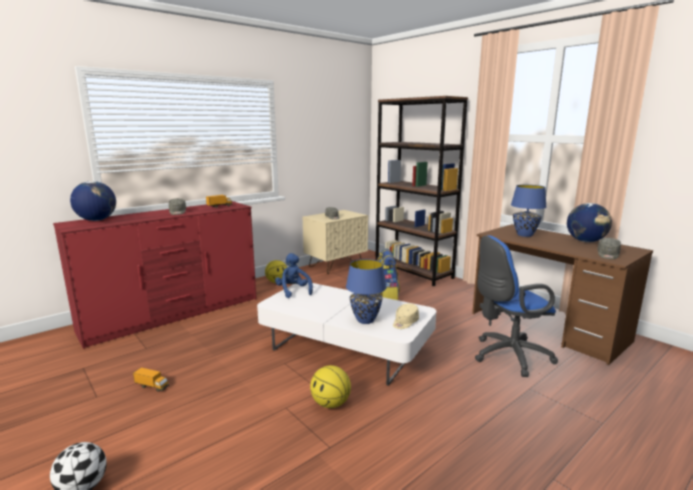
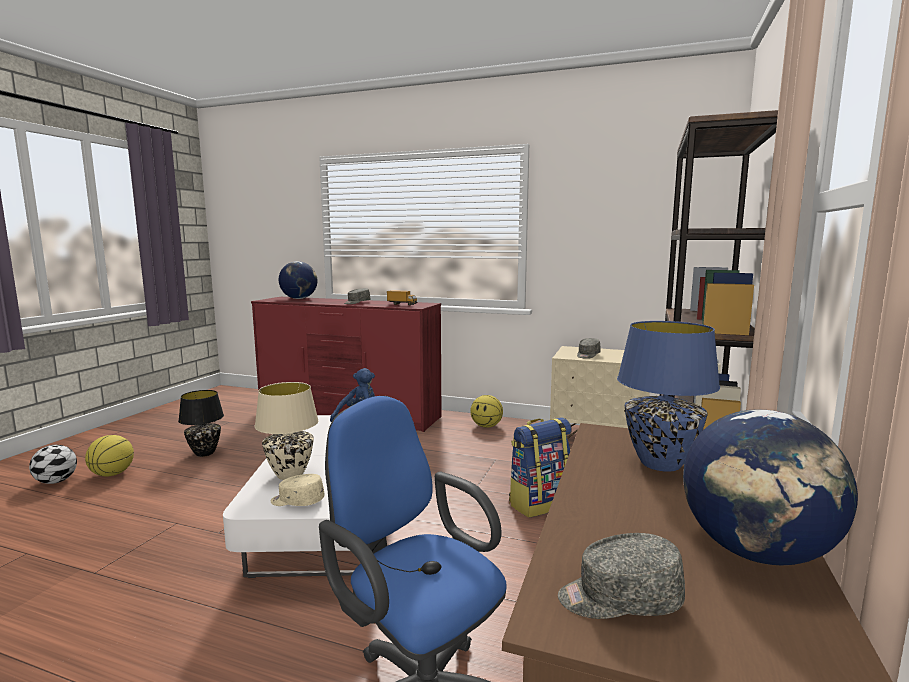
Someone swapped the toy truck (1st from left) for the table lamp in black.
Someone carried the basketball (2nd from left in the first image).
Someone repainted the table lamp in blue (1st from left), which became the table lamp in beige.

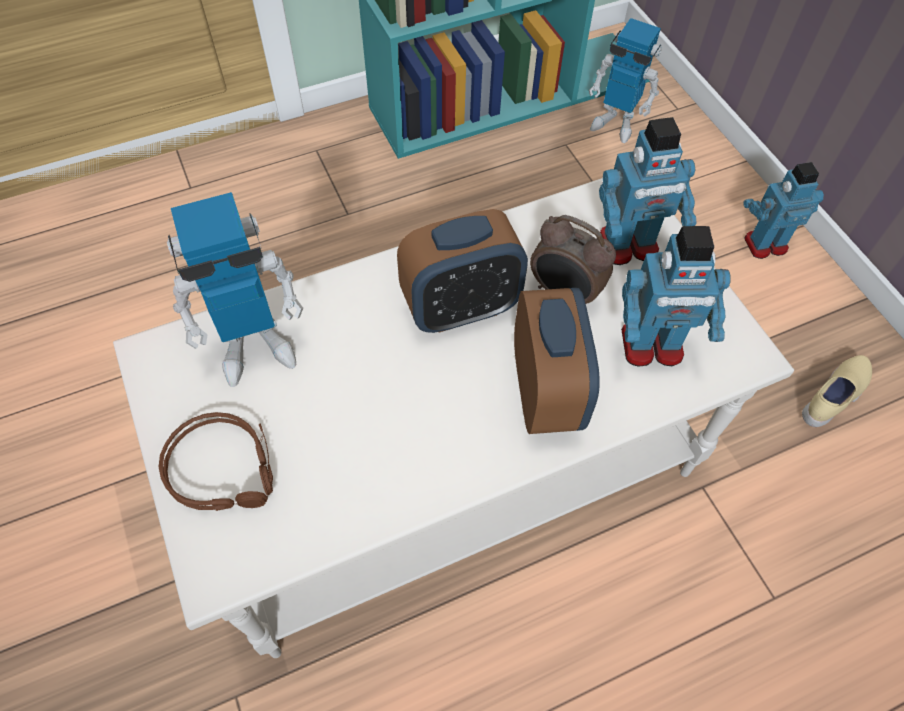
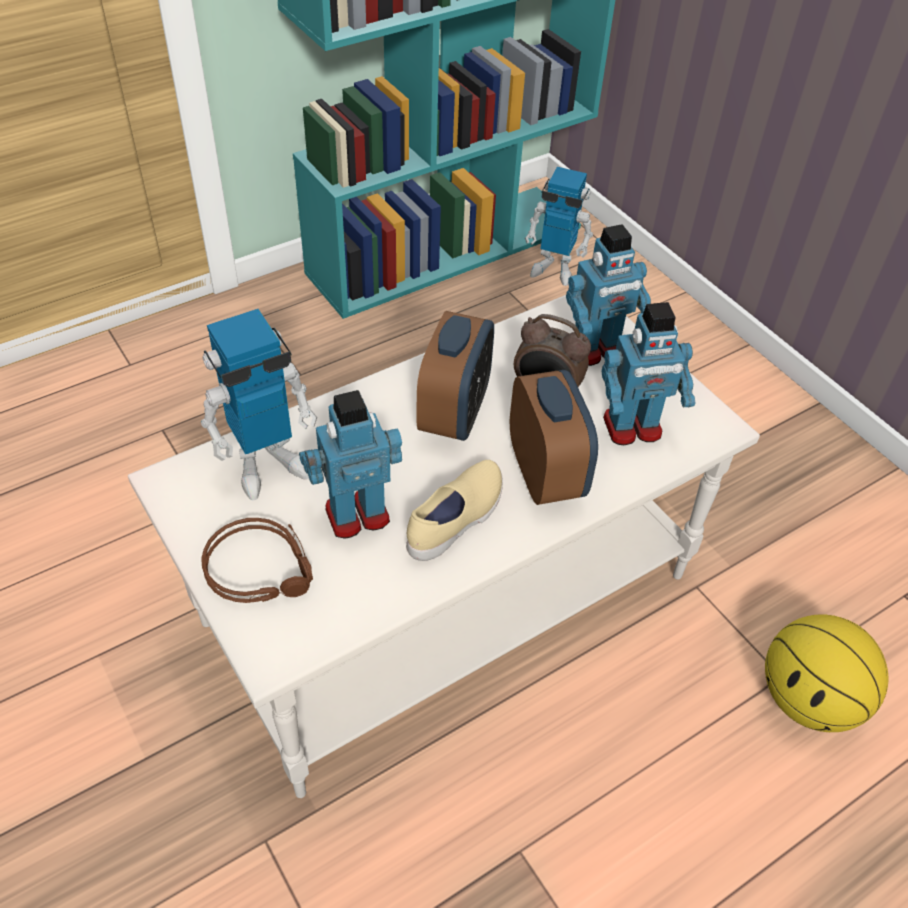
Someone rotated the alarm clock (1st from left) by 45 degrees counterclockwise.
Someone carried the toy robot (5th from left in the first image).
Someone carried the shoe in beige.
Someone put down the basketball.

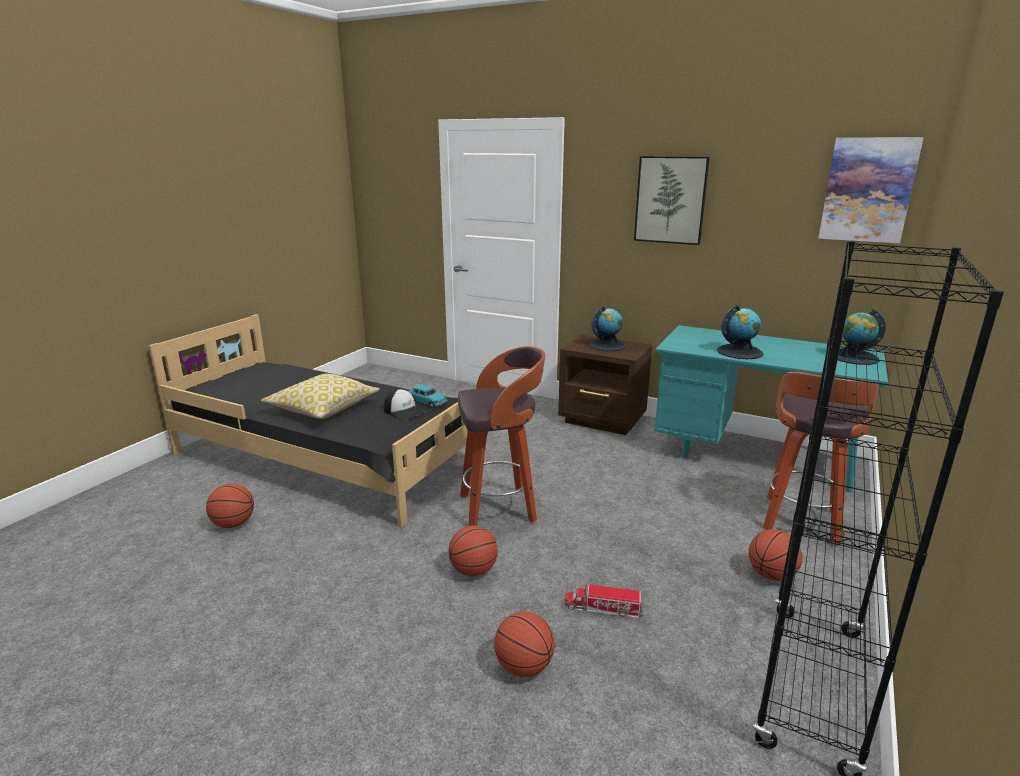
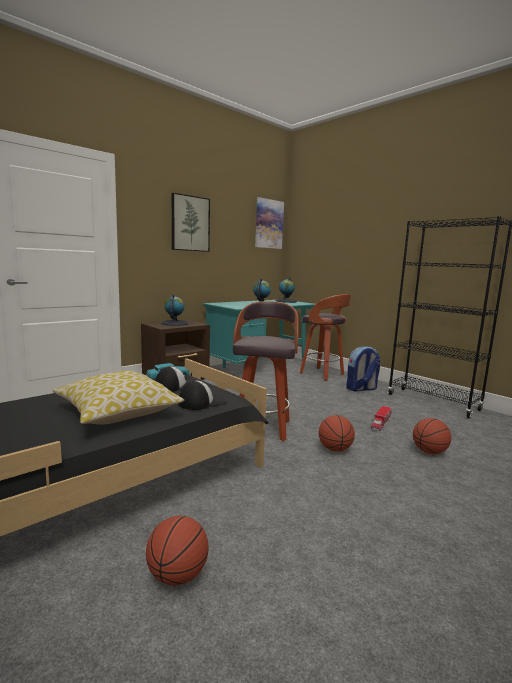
Someone swapped the basketball (4th from left) for the backpack.
Someone put down the cap (2nd from left).

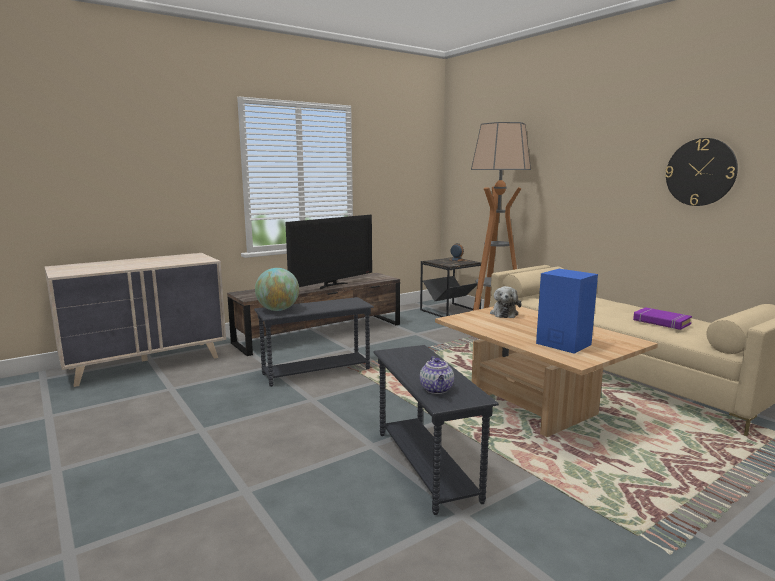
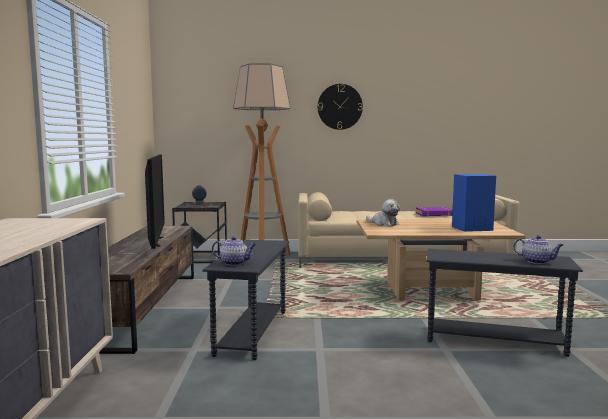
Someone swapped the globe for the teapot (1st from left).
Someone carried the wall clock.

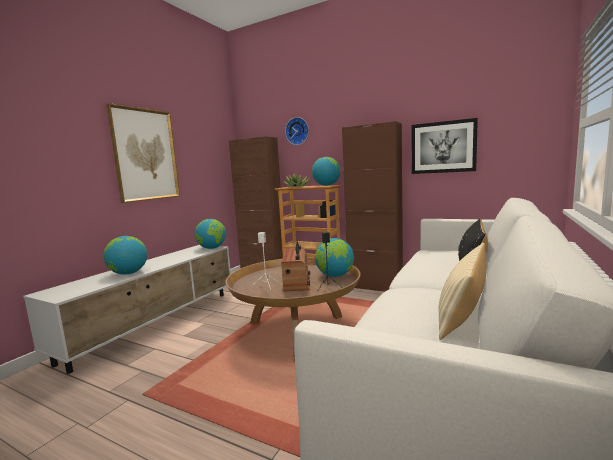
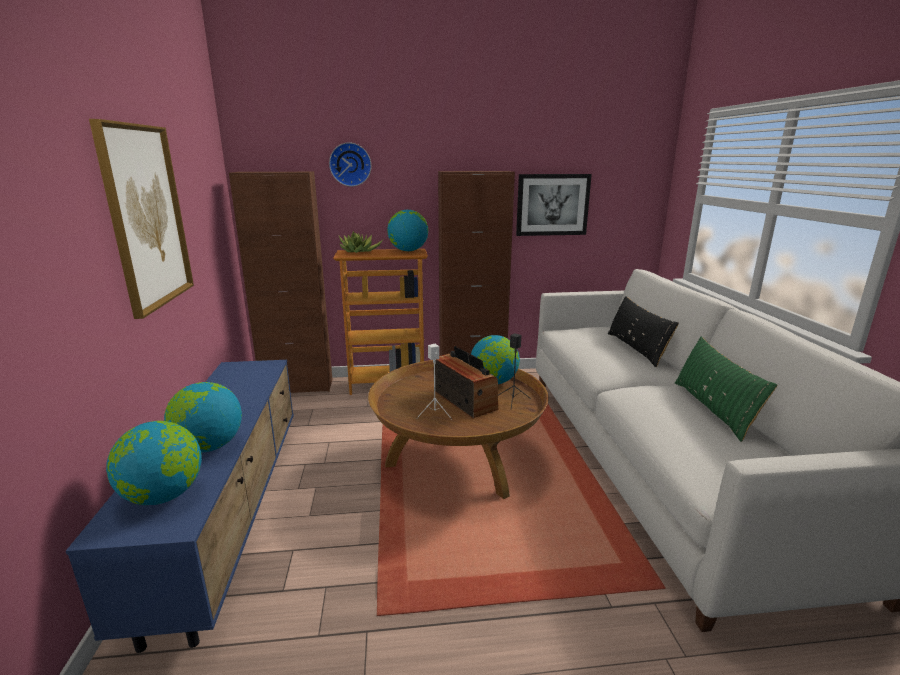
Someone repainted the tv stand in white, which became the tv stand in blue.
Someone carried the globe (2nd from left in the first image).
Someone repainted the pillow in beige, which became the pillow in green.

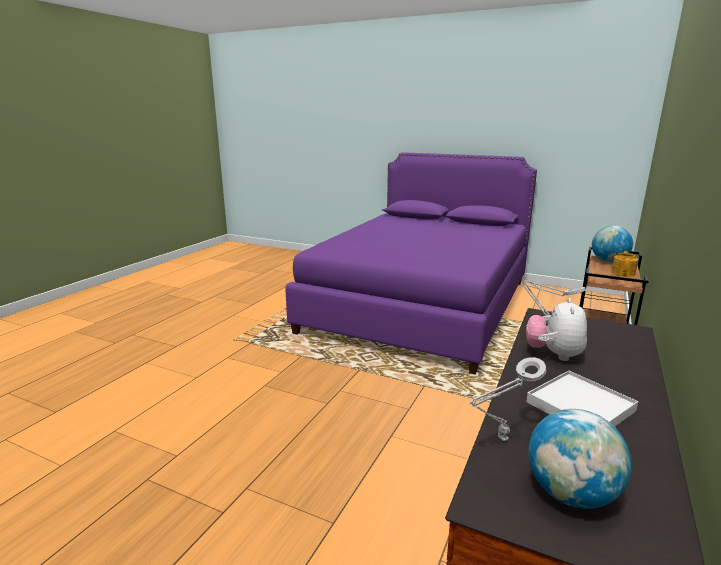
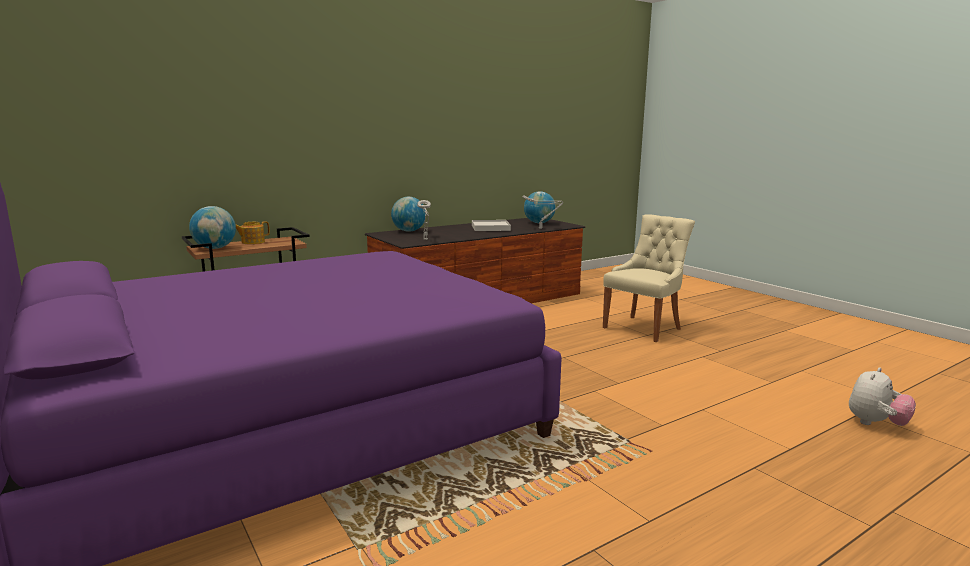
Someone carried the plush toy.
Someone put down the globe (2nd from left).
Someone put down the chair in beige.

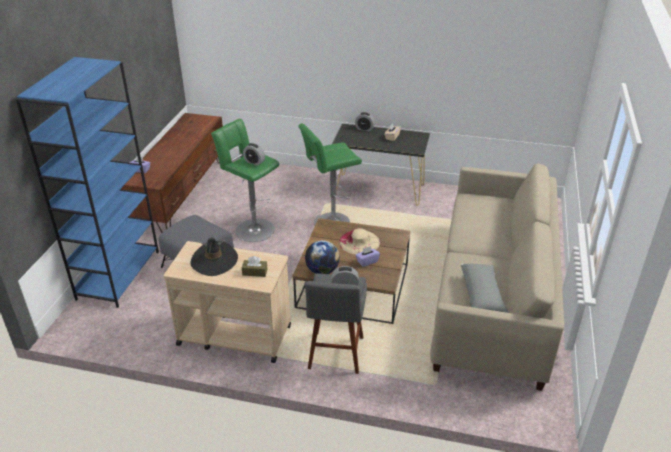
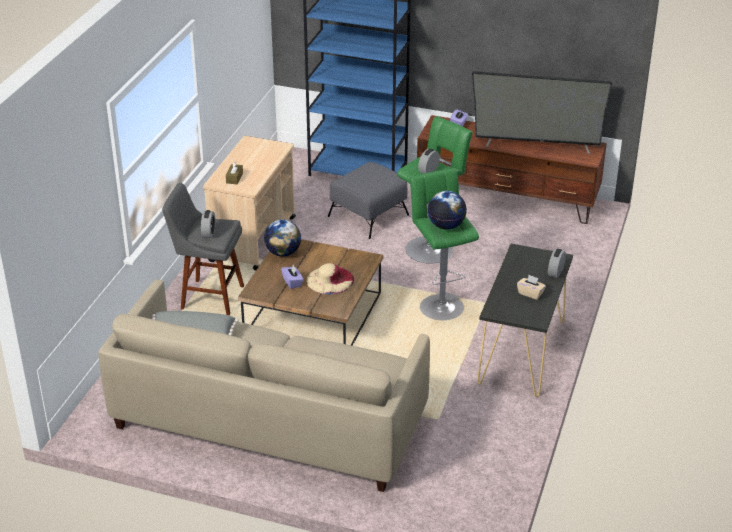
Someone took away the hat in black.
Someone put down the globe (2nd from left).
Someone put down the television.

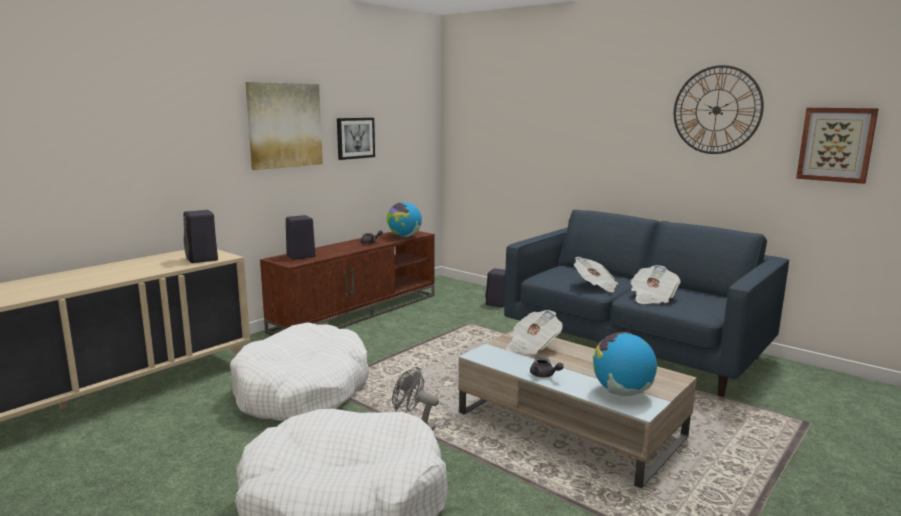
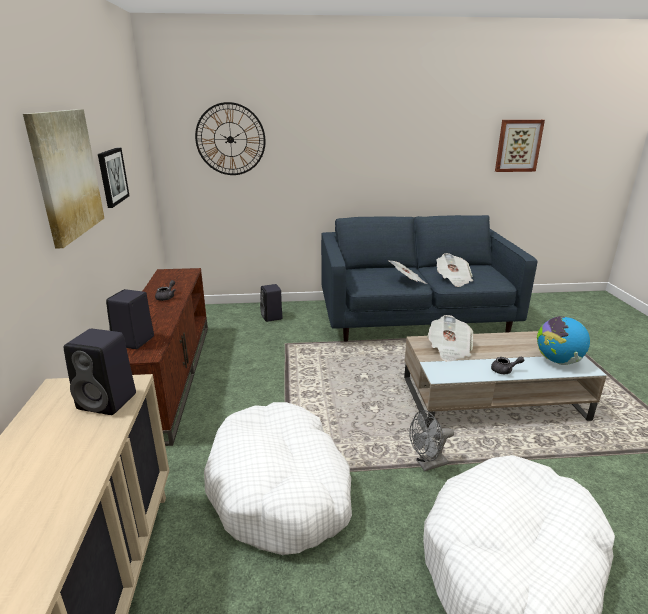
Someone took away the globe (1st from left).
Someone carried the wall clock.

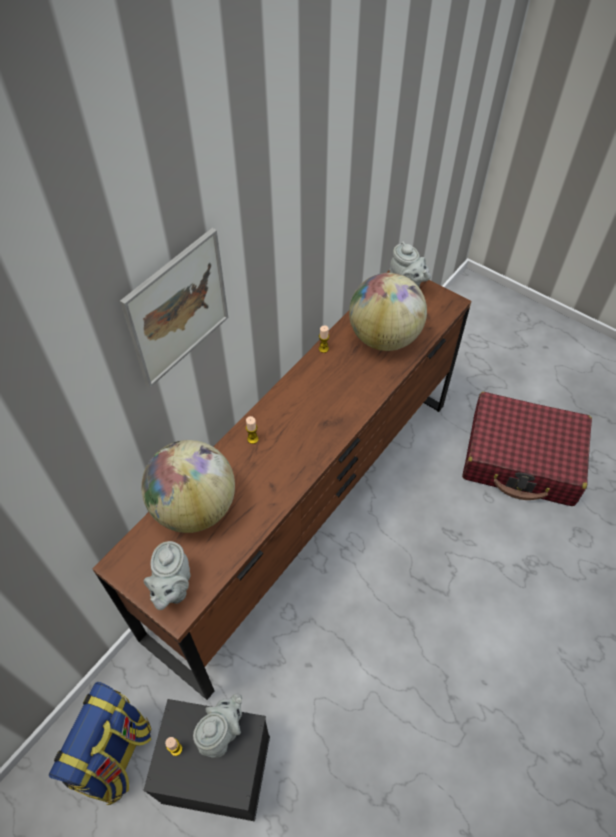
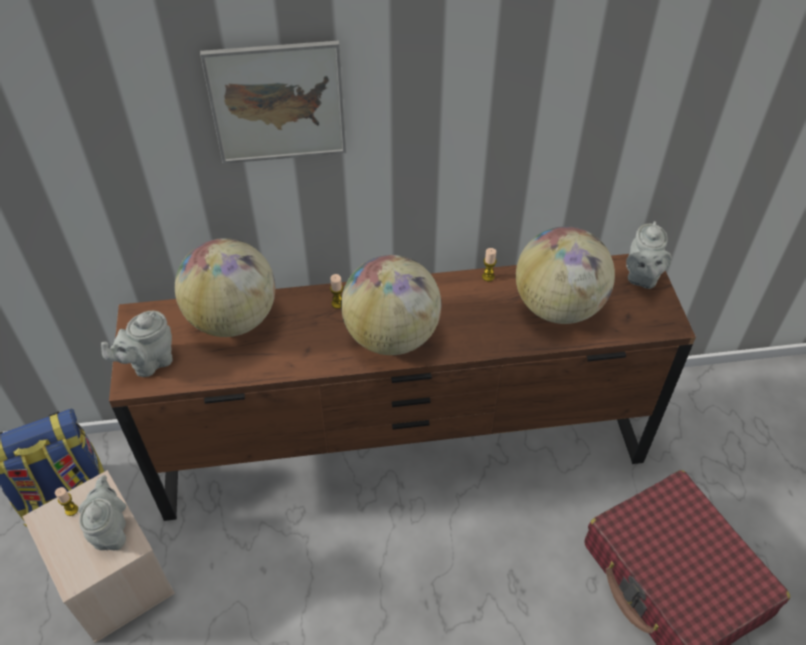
Someone repainted the storage box in black, which became the storage box in beige.
Someone rotated the teapot in grey (2nd from left in the first image) by 90 degrees counterclockwise.
Someone put down the globe (2nd from left).

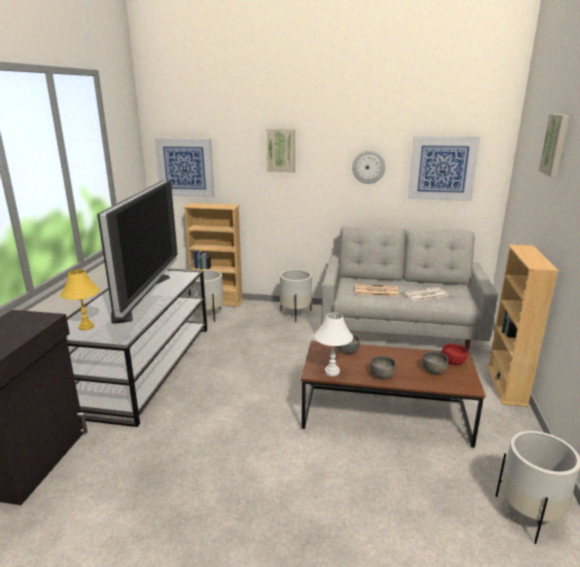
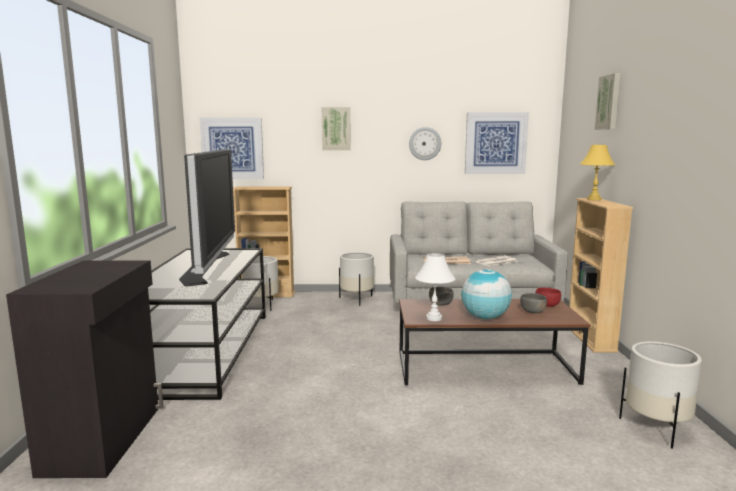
Someone carried the table lamp in yellow.
Someone swapped the bowl in grey (2nd from left) for the globe.

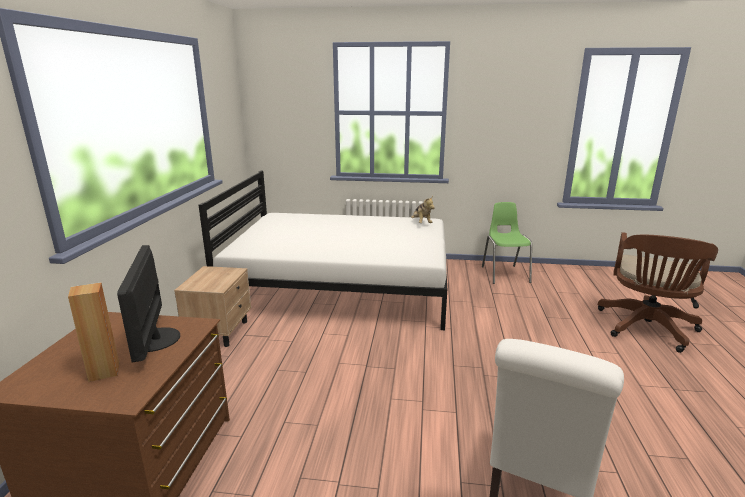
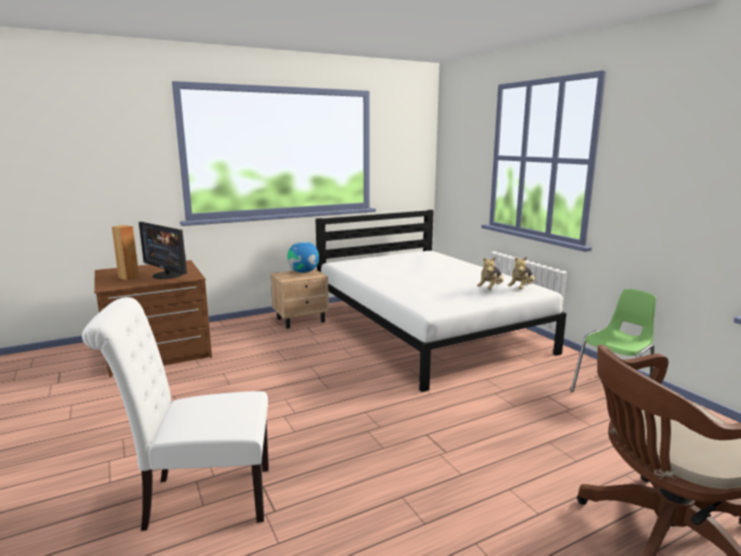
Someone rotated the monitor by 90 degrees counterclockwise.
Someone put down the globe.
Someone put down the plush toy (1st from left).

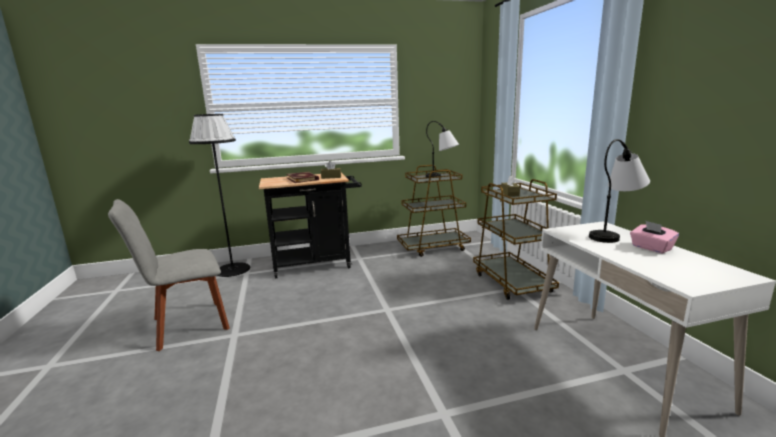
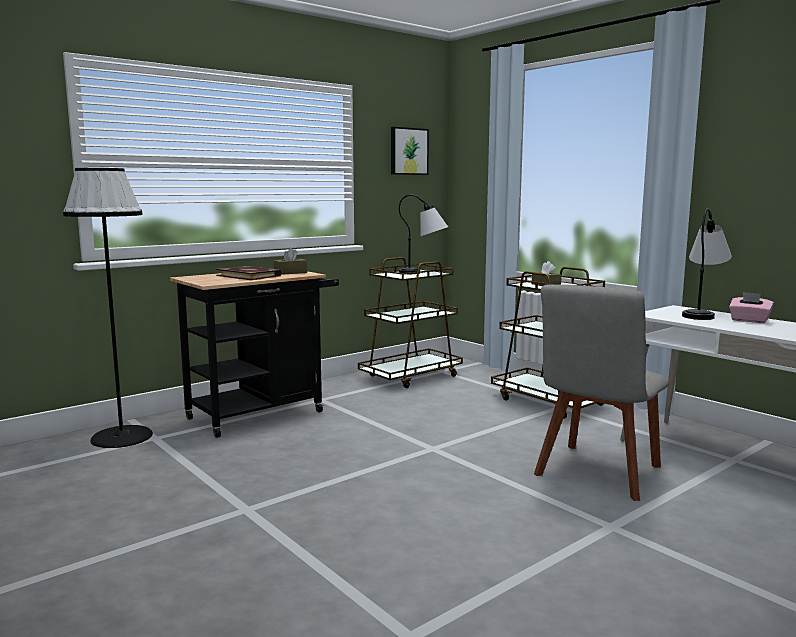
Someone carried the chair in grey.
Someone put up the picture.

